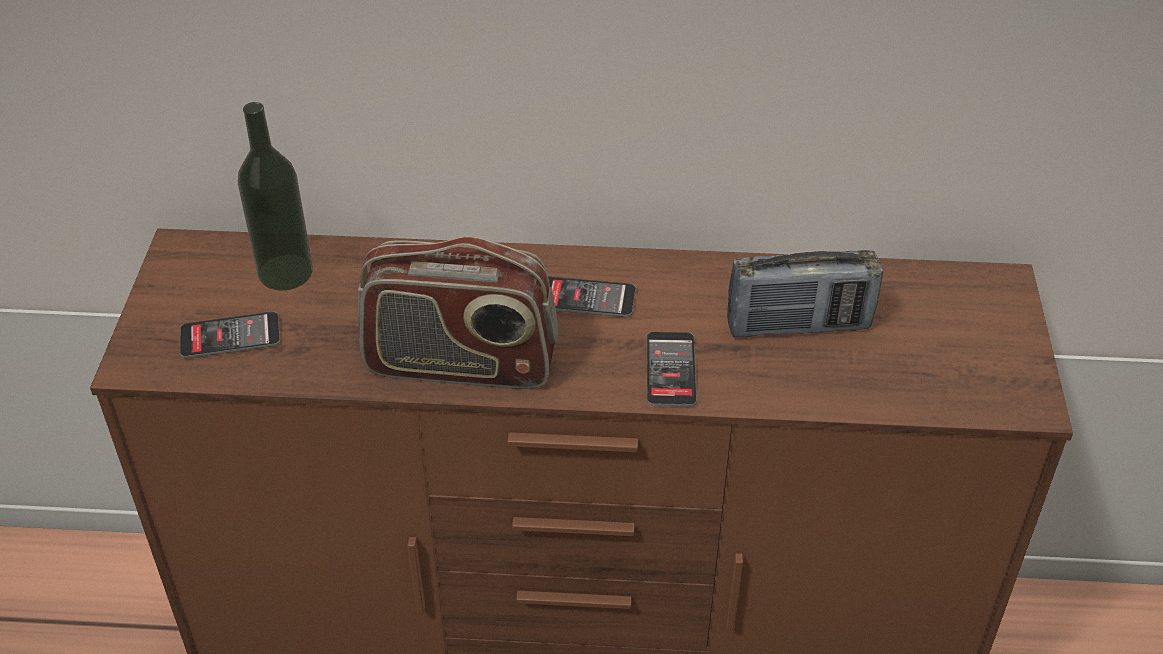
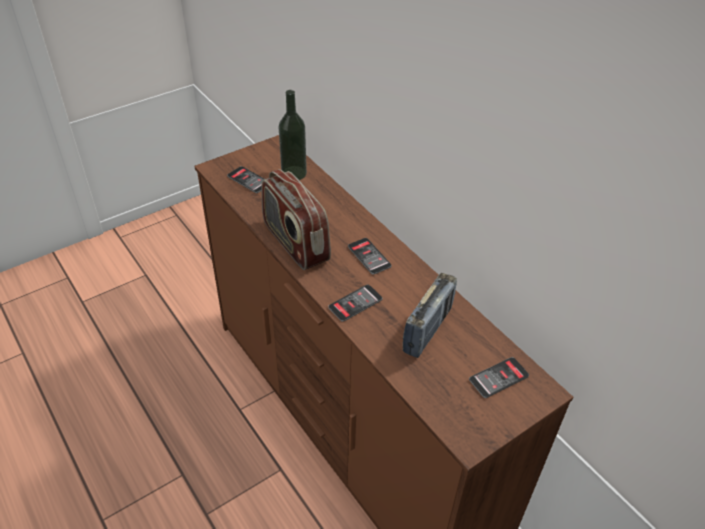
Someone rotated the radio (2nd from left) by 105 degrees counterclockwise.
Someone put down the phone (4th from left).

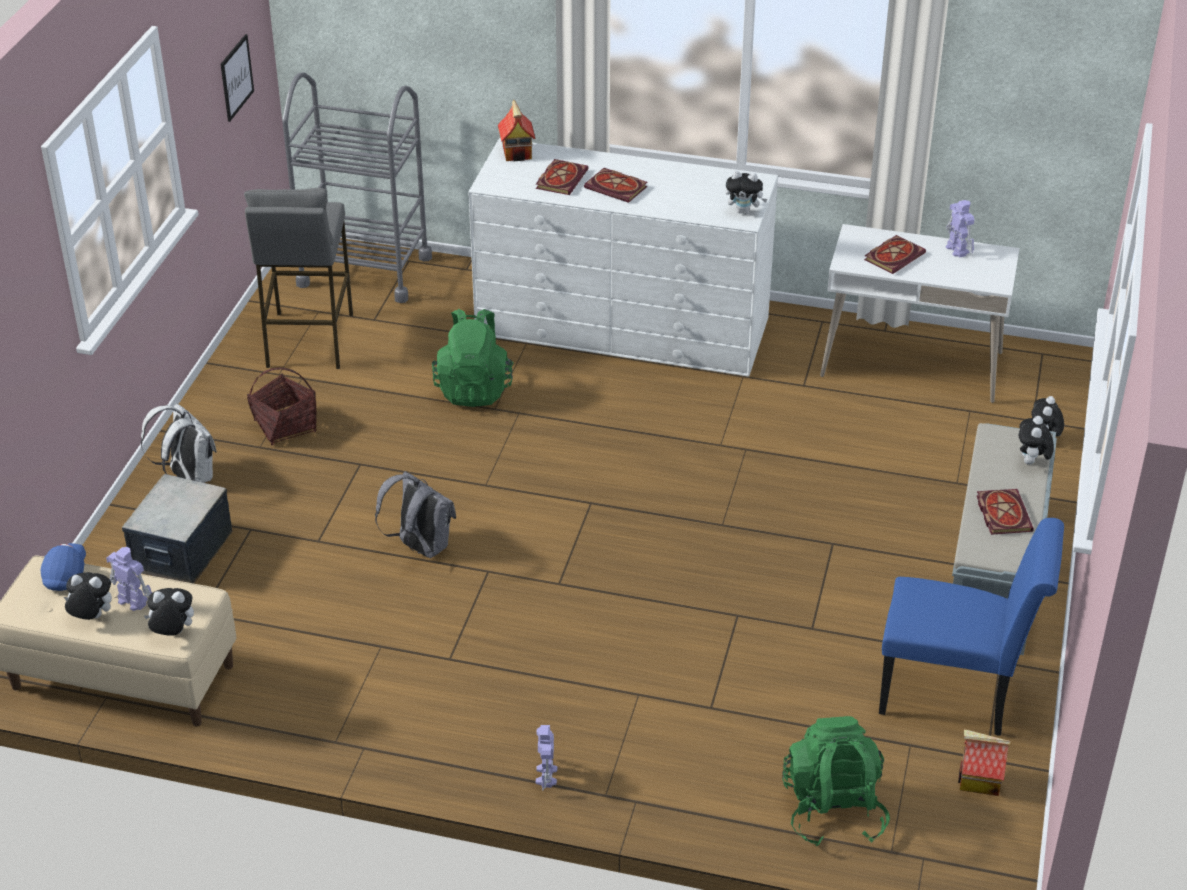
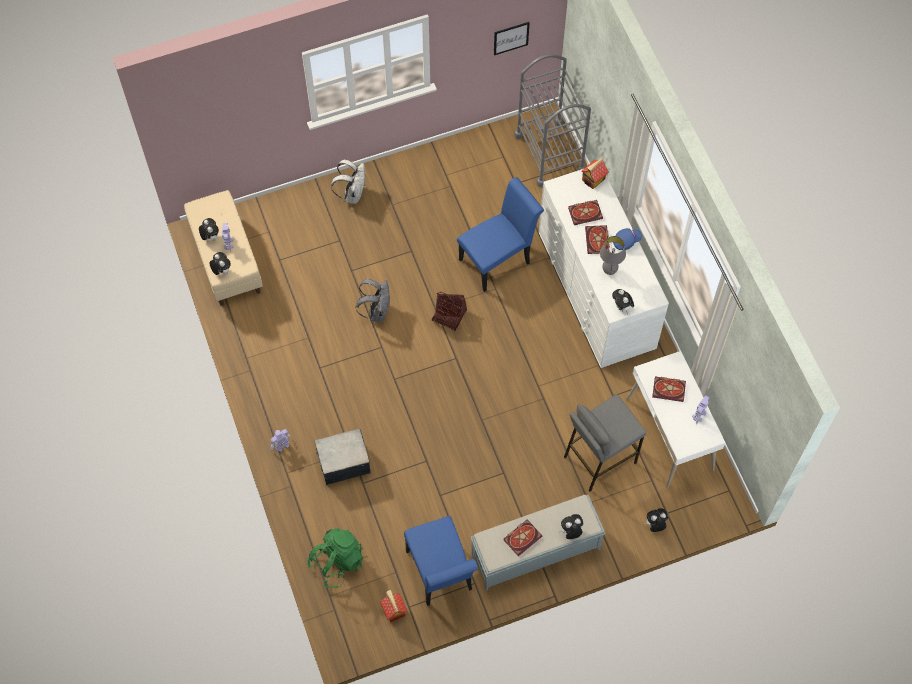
Someone carried the cap in blue.
Someone carried the storage box.
Someone carried the stool in grey.
Someone carried the basket.
Someone swapped the backpack in green (1st from left) for the chair in blue (2nd from left).
Someone put down the table lamp in grey.

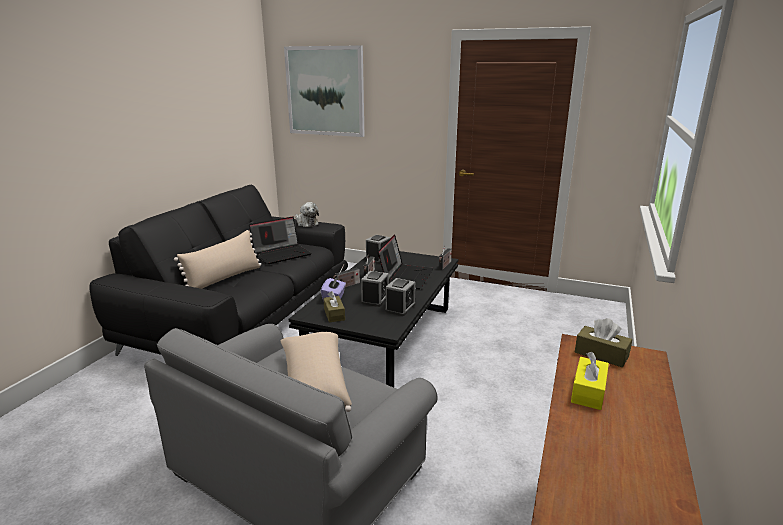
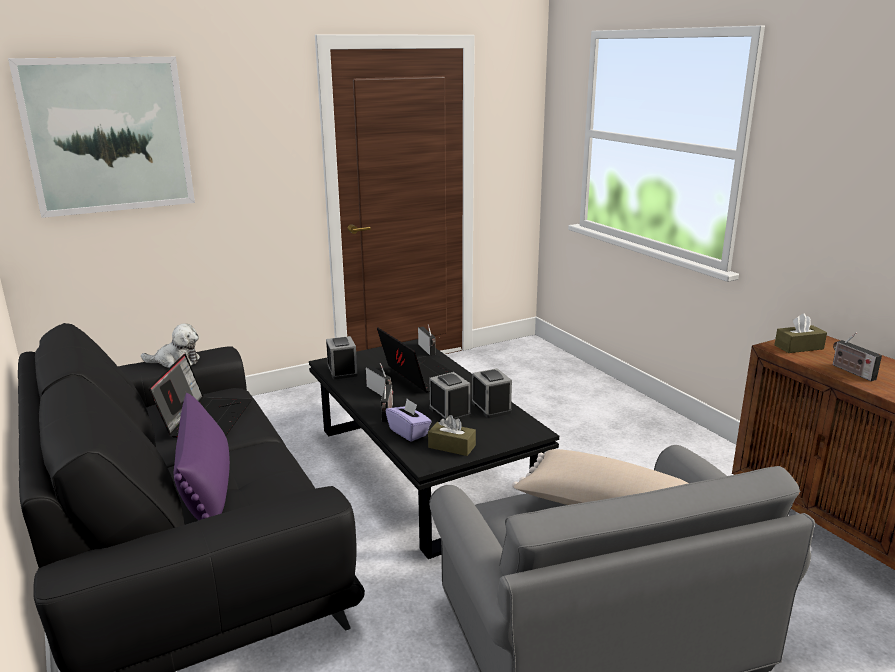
Someone repainted the pillow in beige (1st from left), which became the pillow in purple.
Someone swapped the tissue box in yellow for the radio (4th from left).

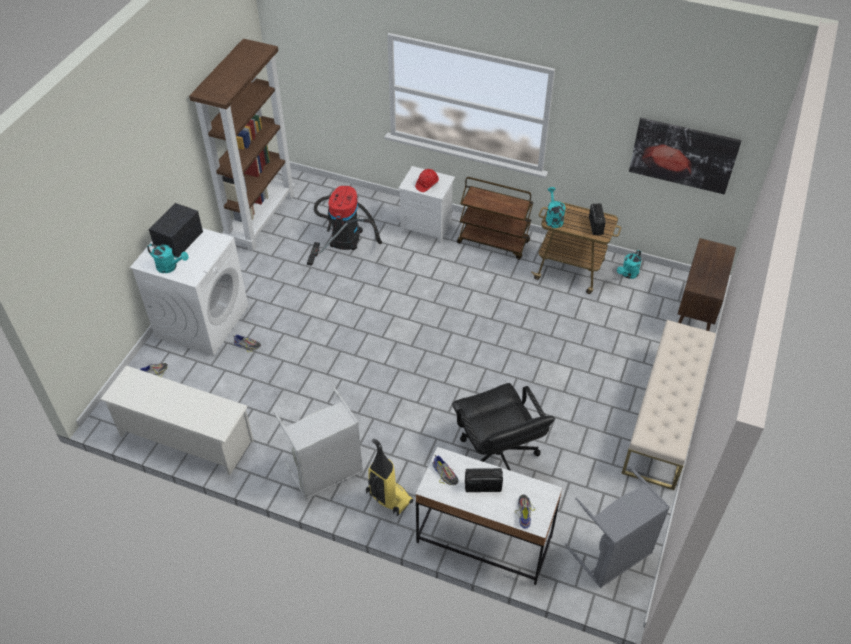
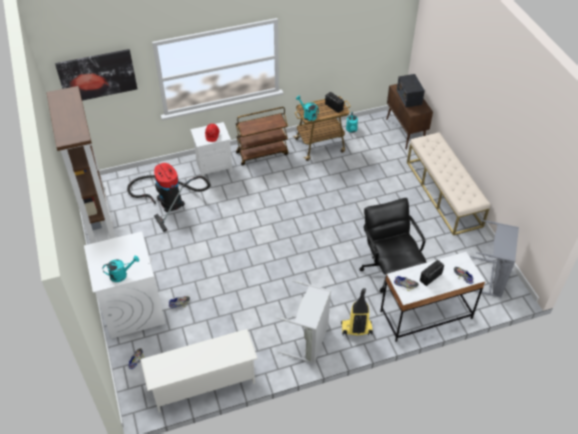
Someone carried the radio (1st from left in the first image).
Someone rotated the office chair in black by 135 degrees counterclockwise.
Someone carried the picture.

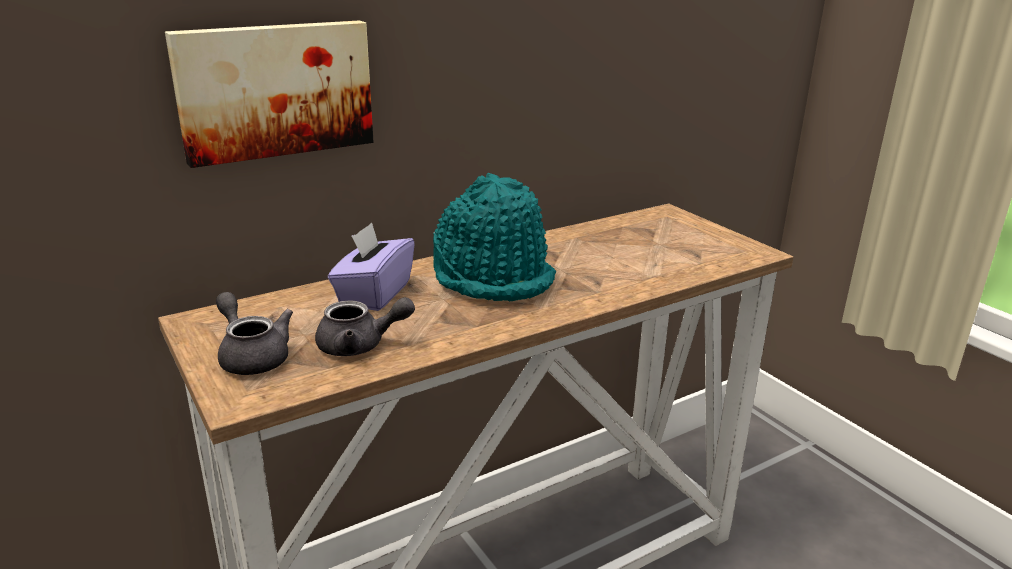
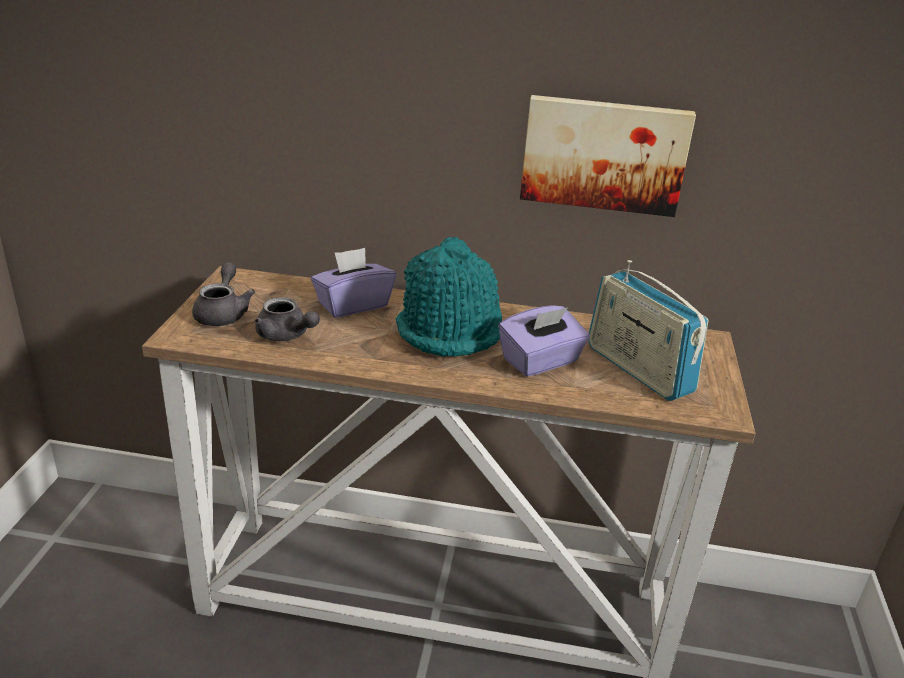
Someone carried the picture.
Someone put down the tissue box in purple (2nd from left).
Someone put down the radio.

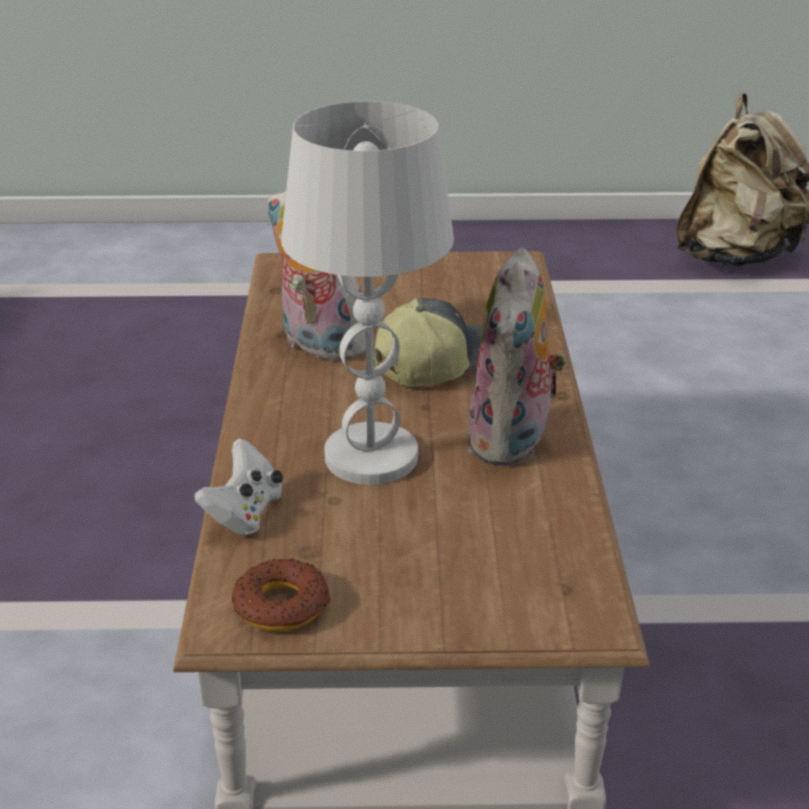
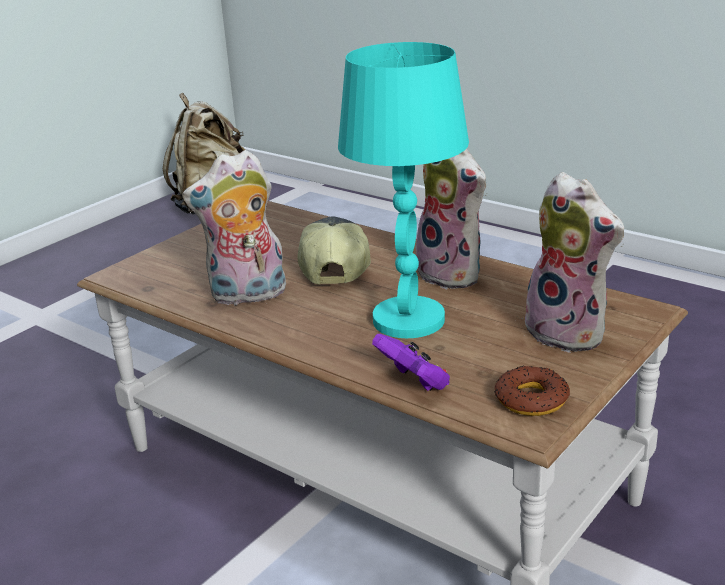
Someone repainted the game controller in white, which became the game controller in purple.
Someone repainted the table lamp in white, which became the table lamp in turquoise.
Someone put down the plush toy (3rd from left).

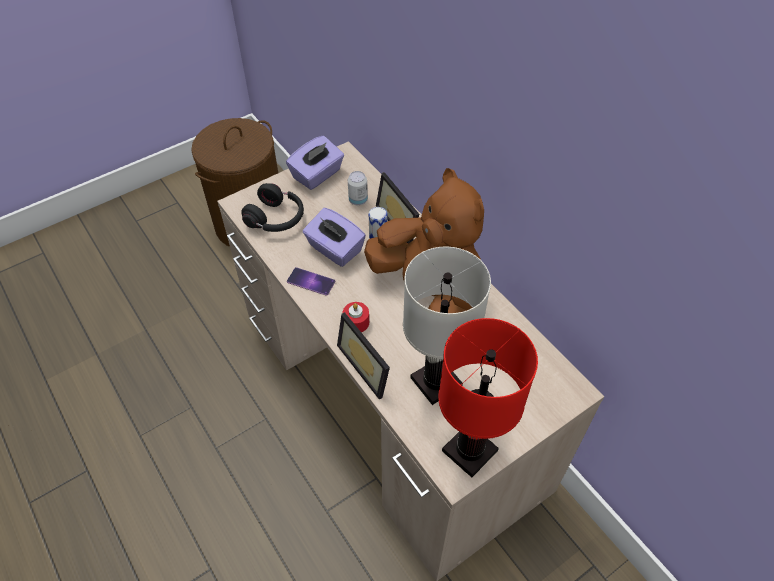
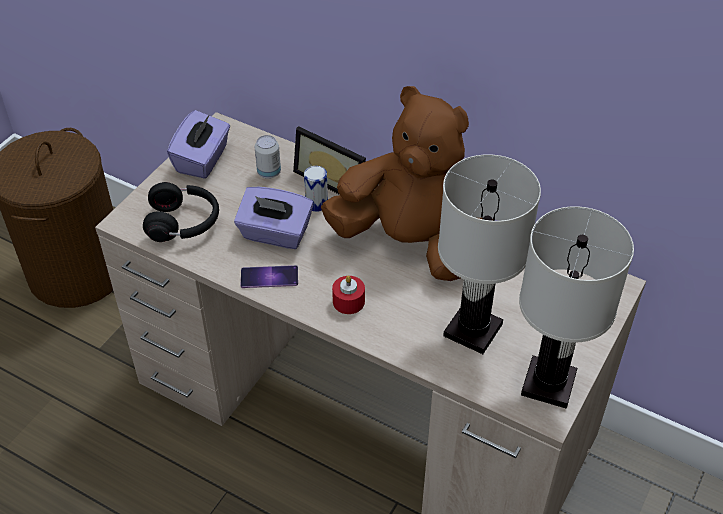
Someone took away the picture frame (1st from left).
Someone repainted the table lamp in red, which became the table lamp in white (2nd from left).

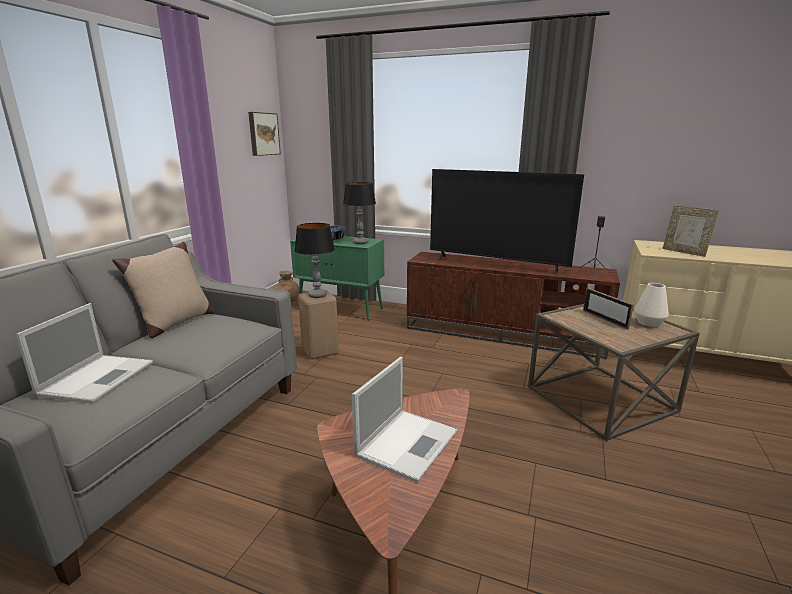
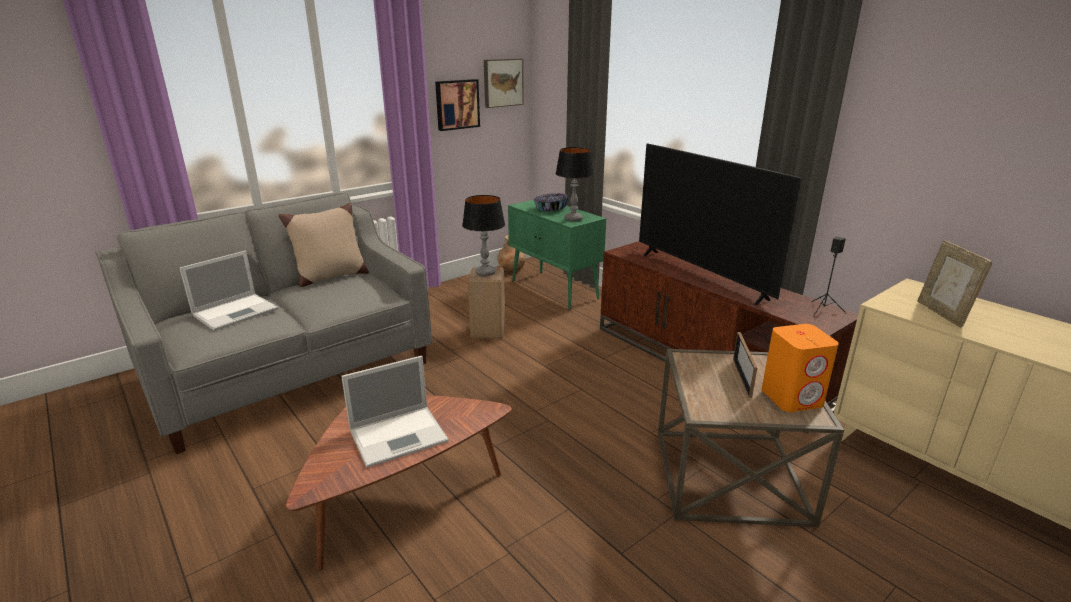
Someone swapped the vase in white for the speaker in orange.
Someone put up the picture (1st from left).

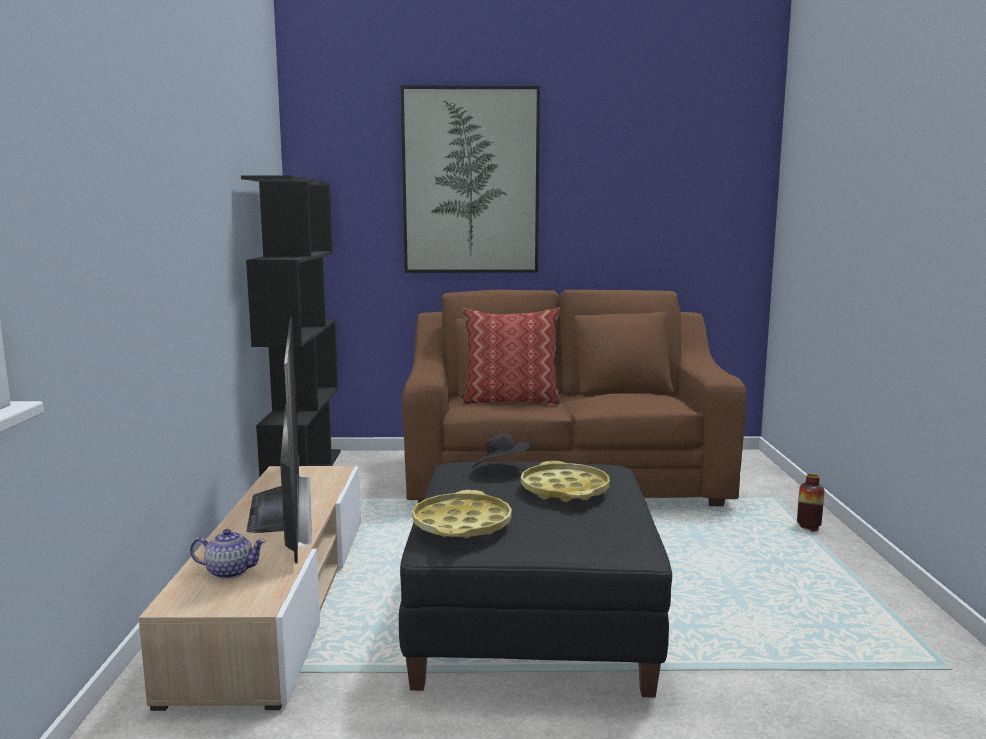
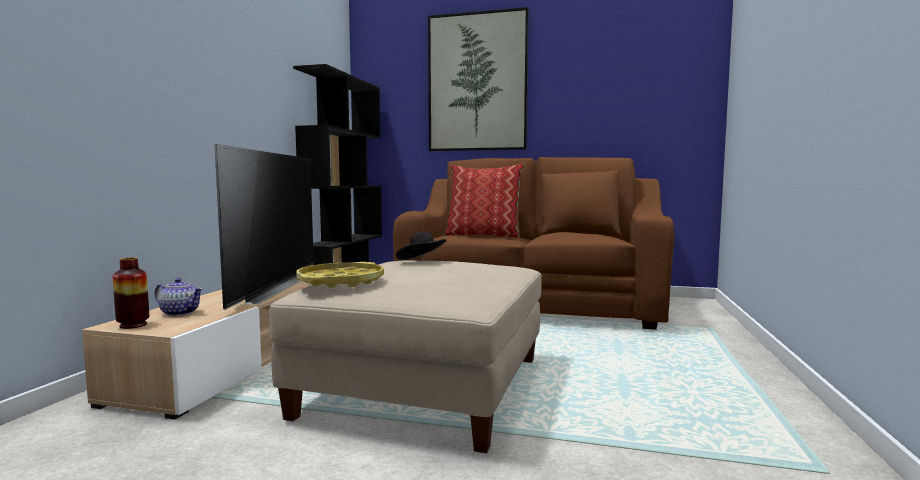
Someone repainted the ottoman in black, which became the ottoman in beige.
Someone took away the tray in yellow (2nd from left).
Someone carried the vase.

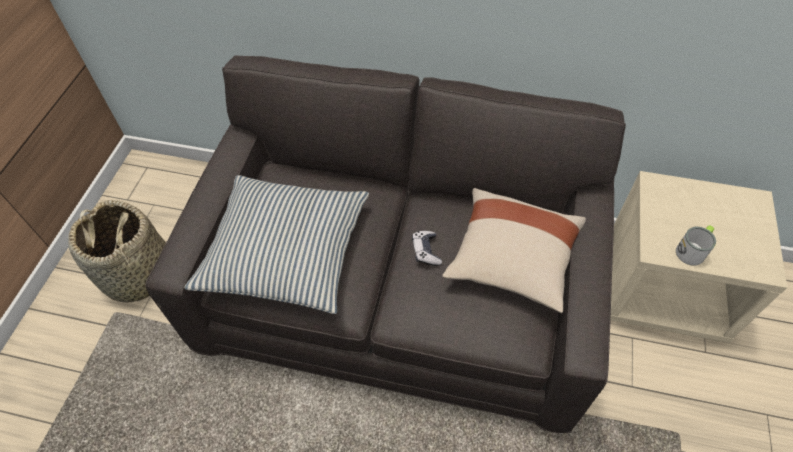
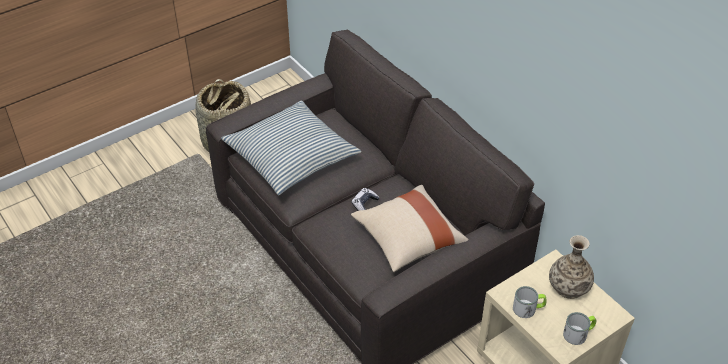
Someone put down the vase.
Someone put down the mug (2nd from left).

